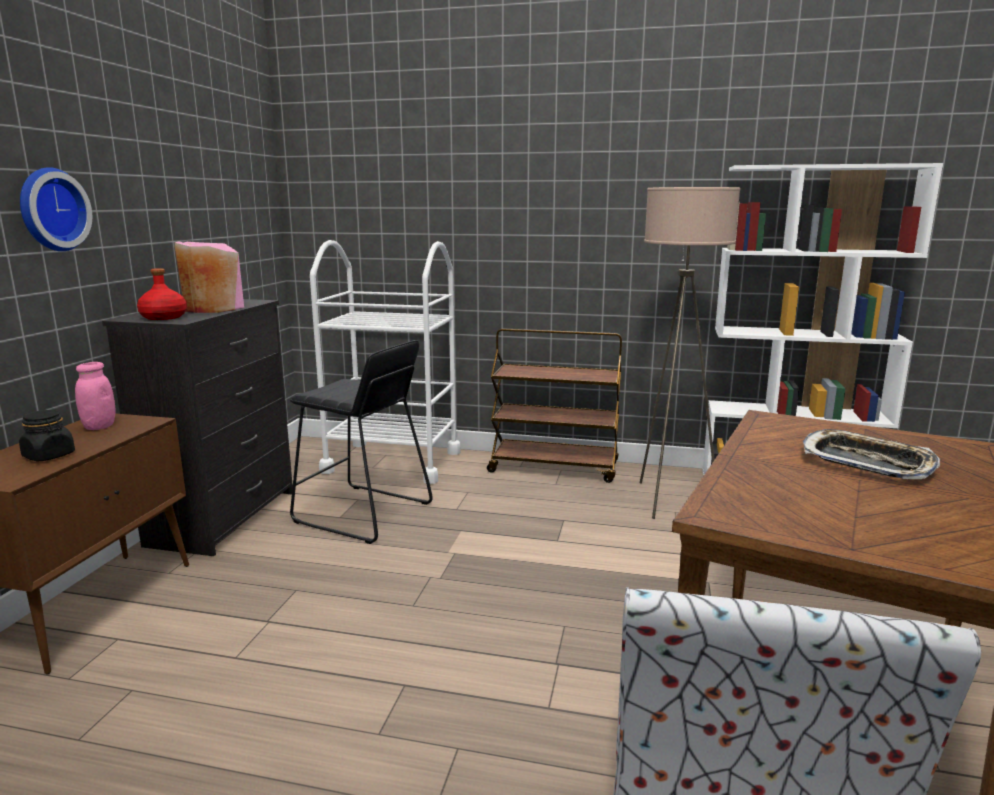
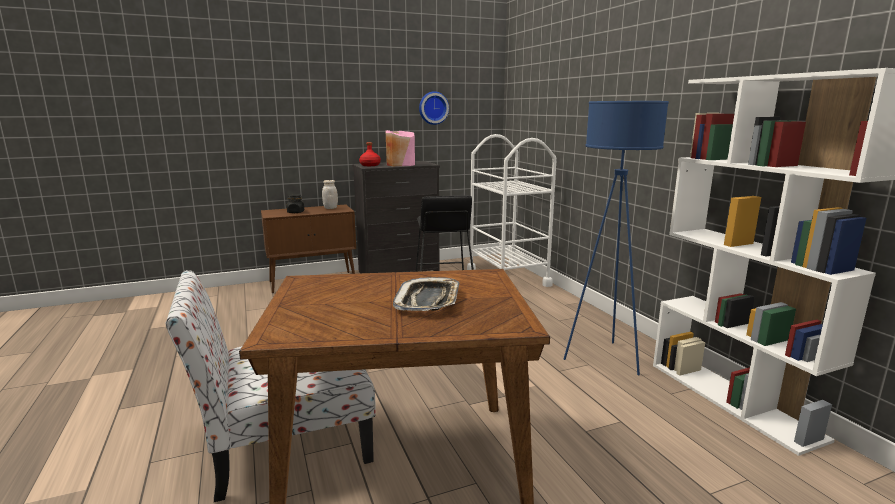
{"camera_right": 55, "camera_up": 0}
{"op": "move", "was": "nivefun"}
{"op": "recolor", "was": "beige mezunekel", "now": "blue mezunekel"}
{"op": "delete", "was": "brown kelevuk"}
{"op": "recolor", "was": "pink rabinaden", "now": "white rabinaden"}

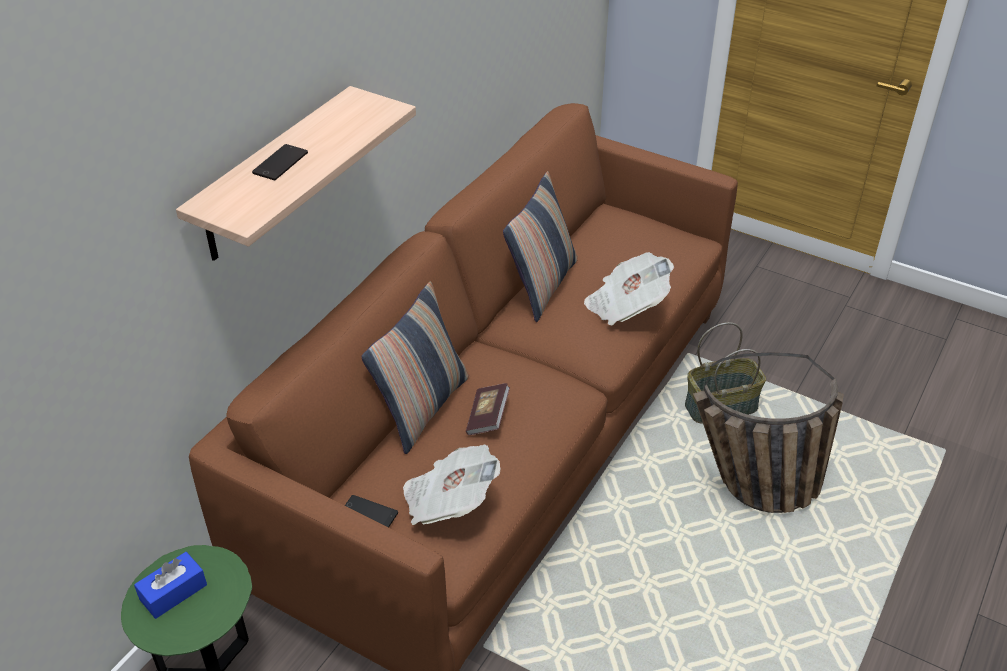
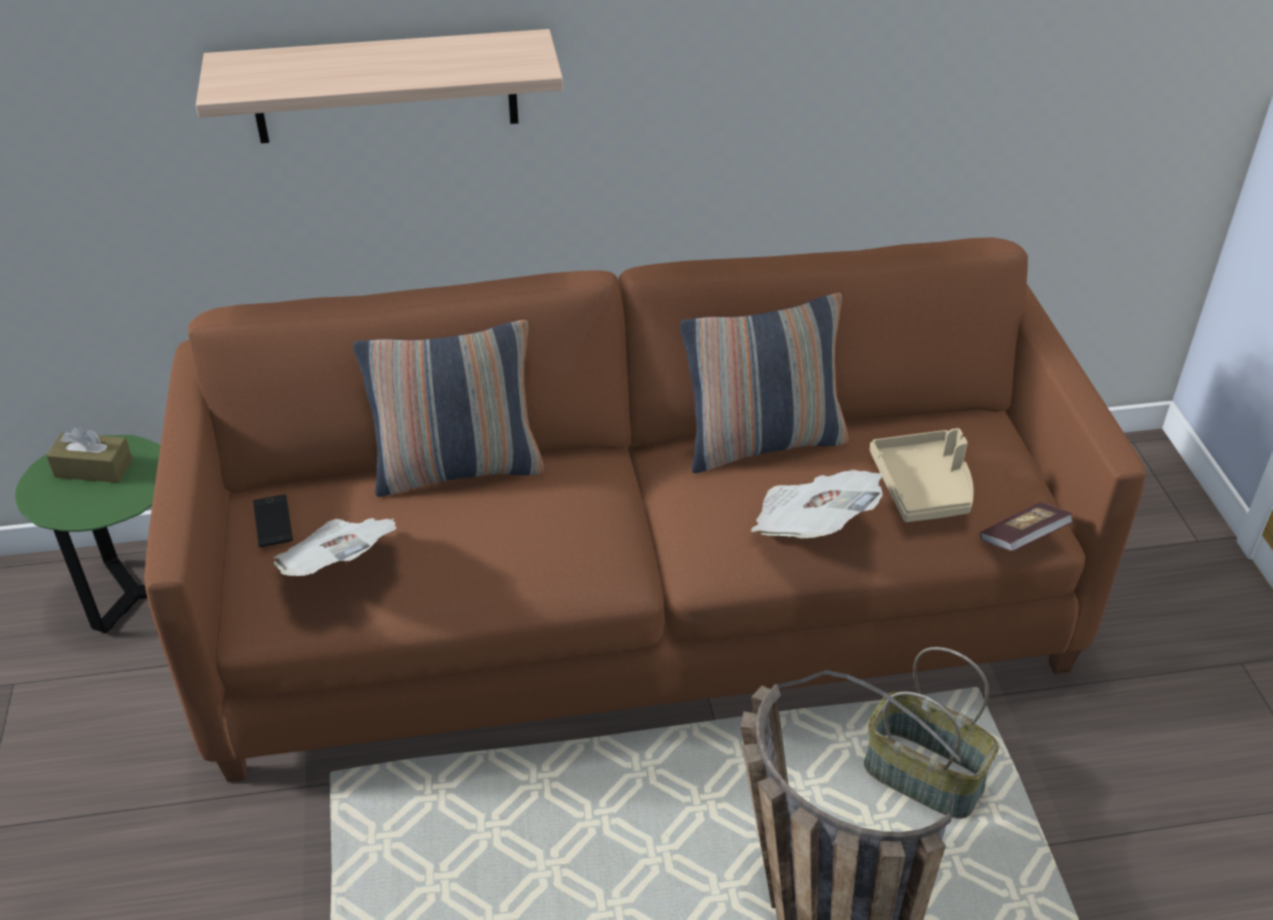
{"camera_right": 50, "camera_up": 0}
{"op": "delete", "was": "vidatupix (1st from left)"}
{"op": "move", "was": "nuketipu"}
{"op": "recolor", "was": "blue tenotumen", "now": "brown tenotumen"}
{"op": "insert", "now": "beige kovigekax"}

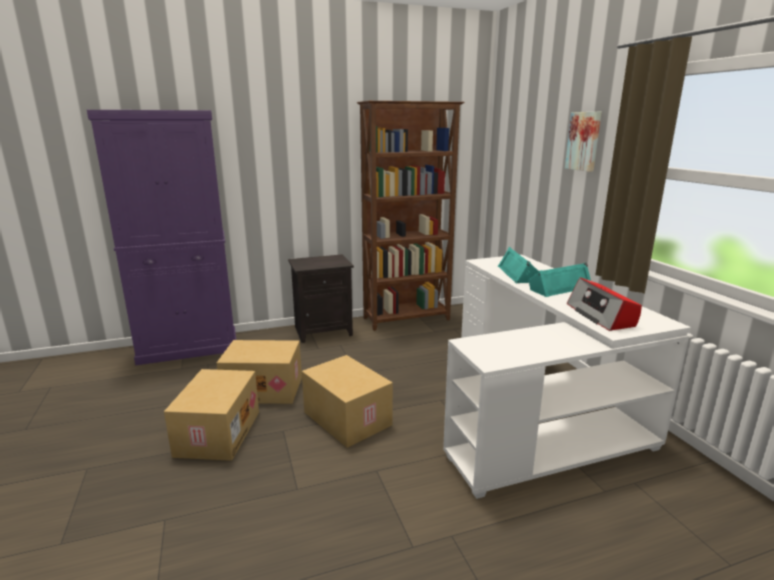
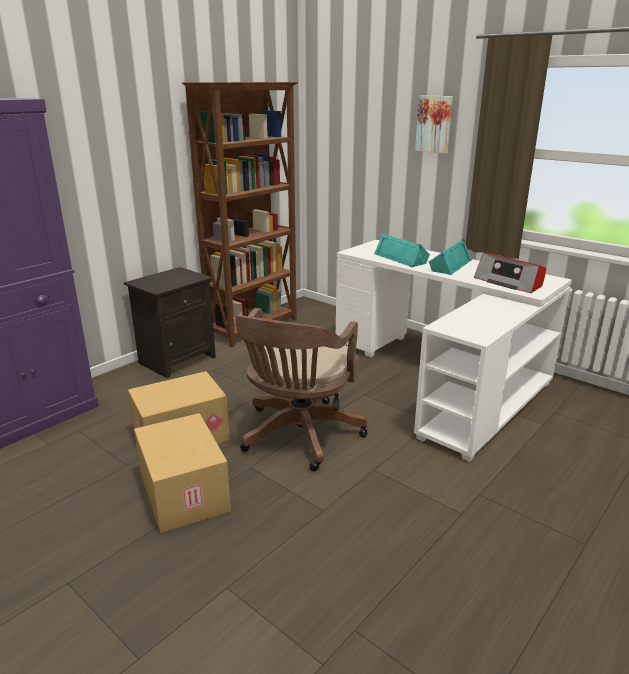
{"camera_right": -30, "camera_up": 5}
{"op": "replace", "was": "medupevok (3rd from left)", "now": "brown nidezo"}

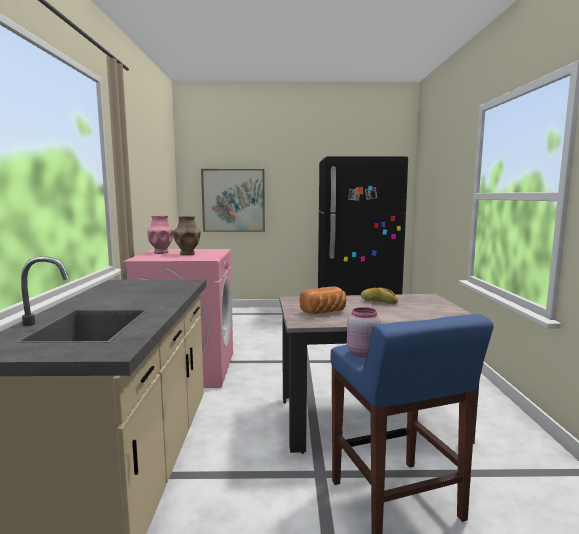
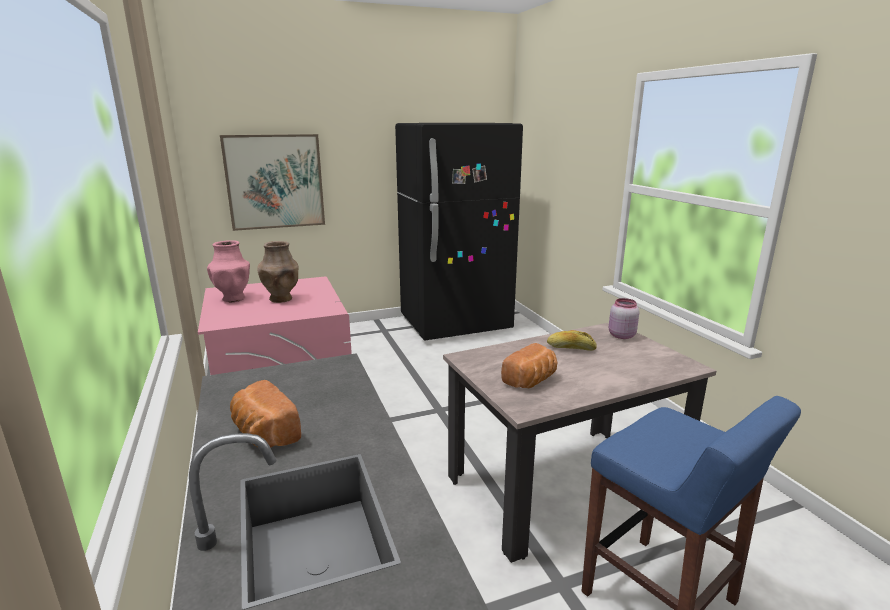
{"camera_right": -20, "camera_up": 10}
{"op": "move", "was": "pink rabinaden"}
{"op": "insert", "now": "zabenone (1st from left)"}

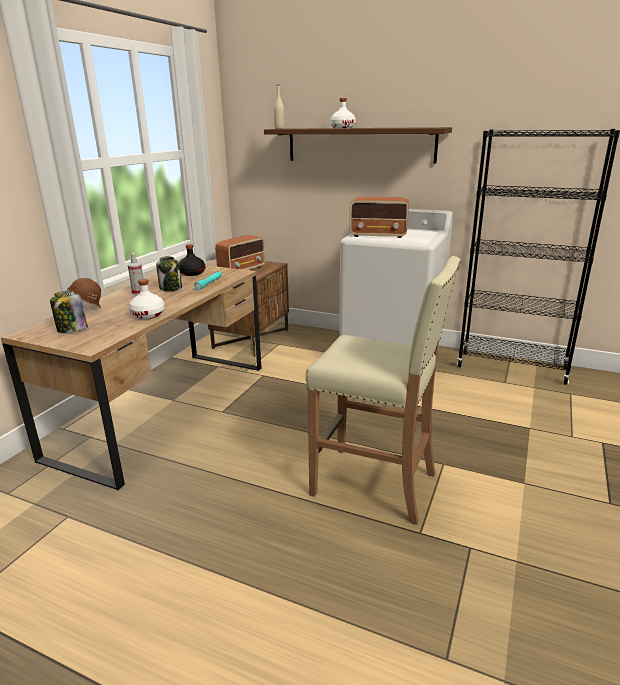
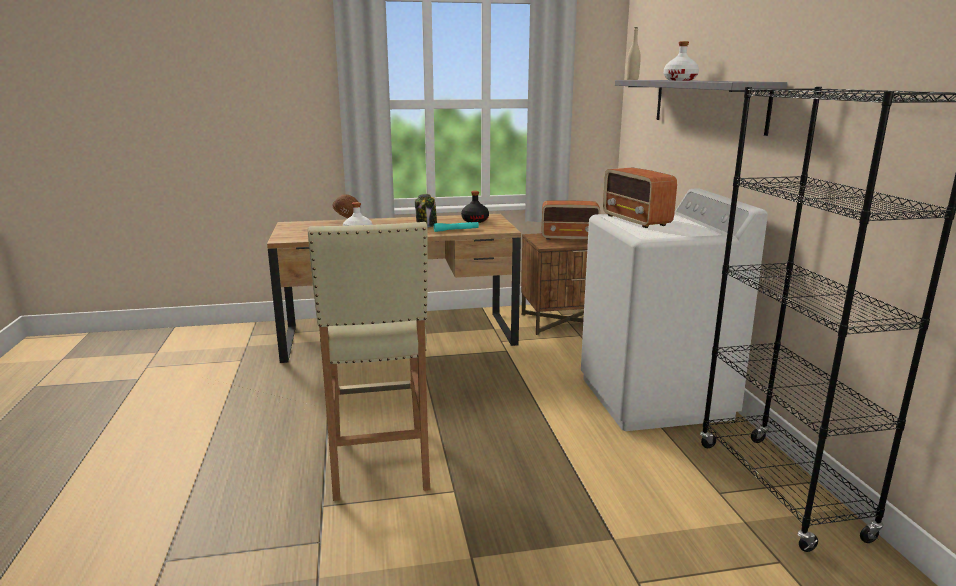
{"camera_right": 55, "camera_up": -5}
{"op": "recolor", "was": "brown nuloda", "now": "grey nuloda"}
{"op": "delete", "was": "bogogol"}
{"op": "delete", "was": "rabinaden (1st from left)"}

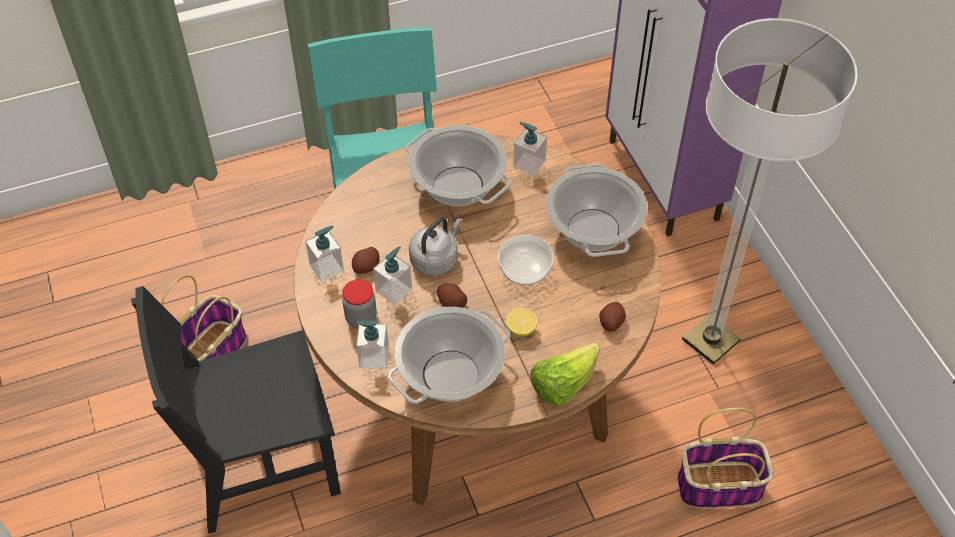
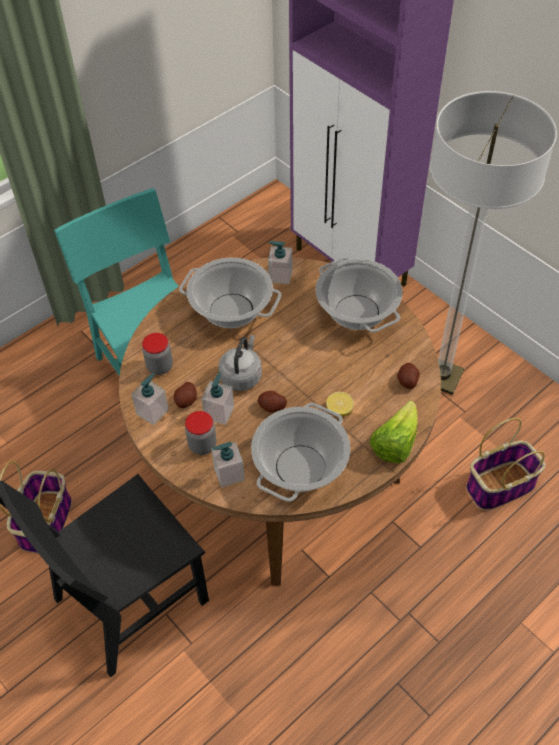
{"camera_right": -20, "camera_up": 0}
{"op": "delete", "was": "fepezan"}
{"op": "insert", "now": "rabinaden (1st from left)"}

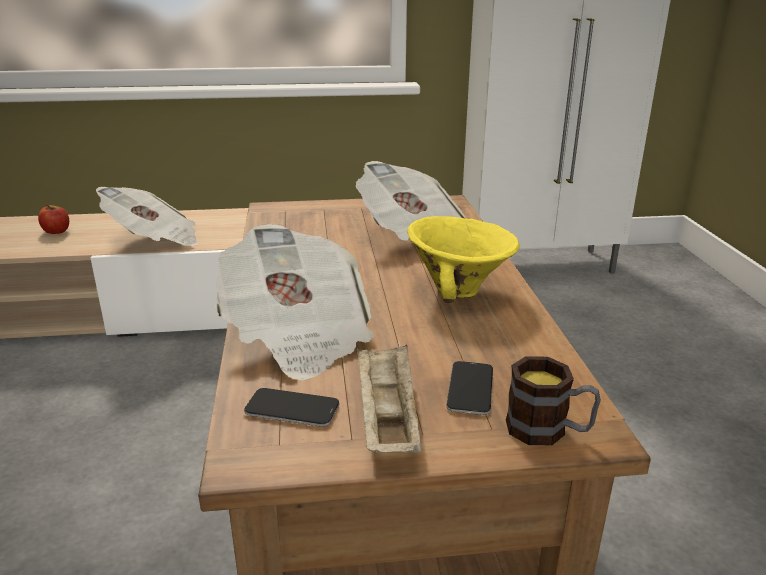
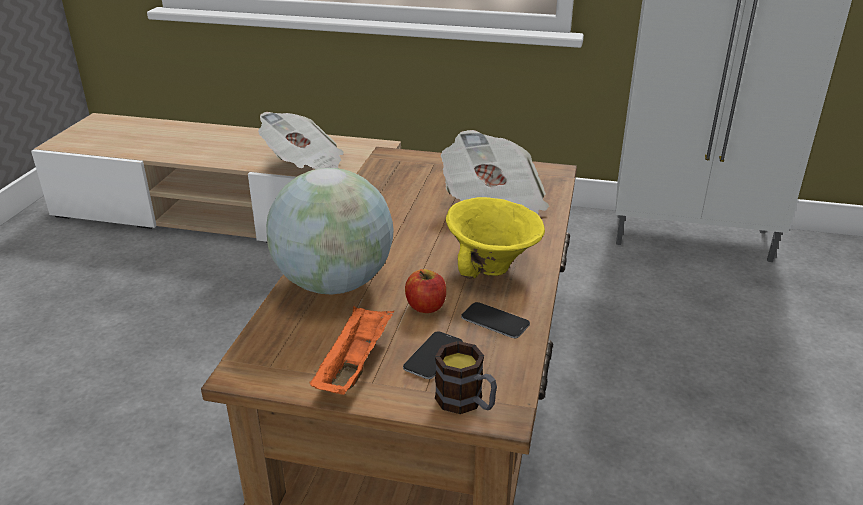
{"camera_right": 20, "camera_up": 5}
{"op": "move", "was": "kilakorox"}
{"op": "replace", "was": "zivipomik (2nd from left)", "now": "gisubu"}
{"op": "recolor", "was": "beige kovigekax", "now": "orange kovigekax"}
{"op": "move", "was": "vidatupix (1st from left in the first image)", "now": "vidatupix (2nd from left)"}

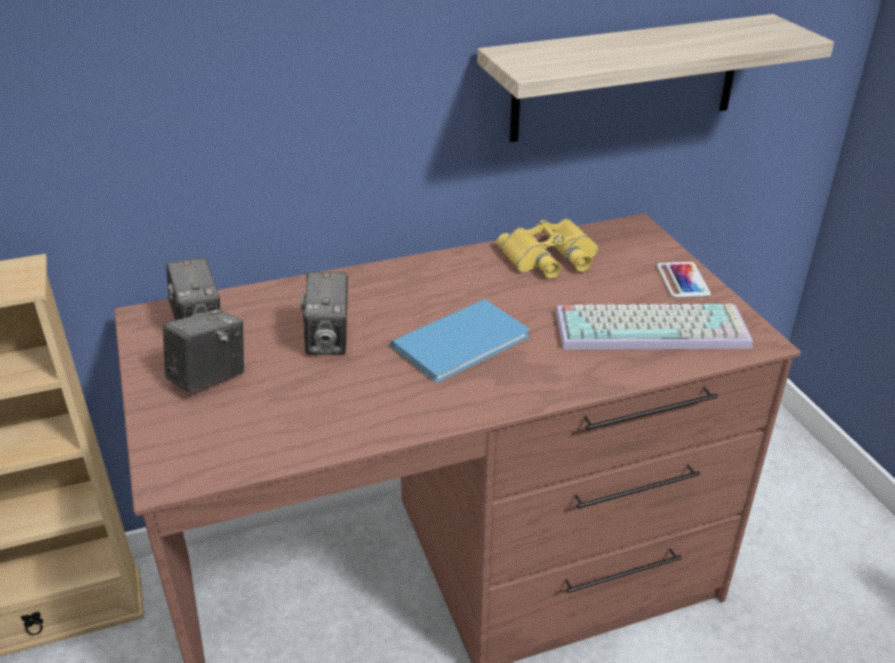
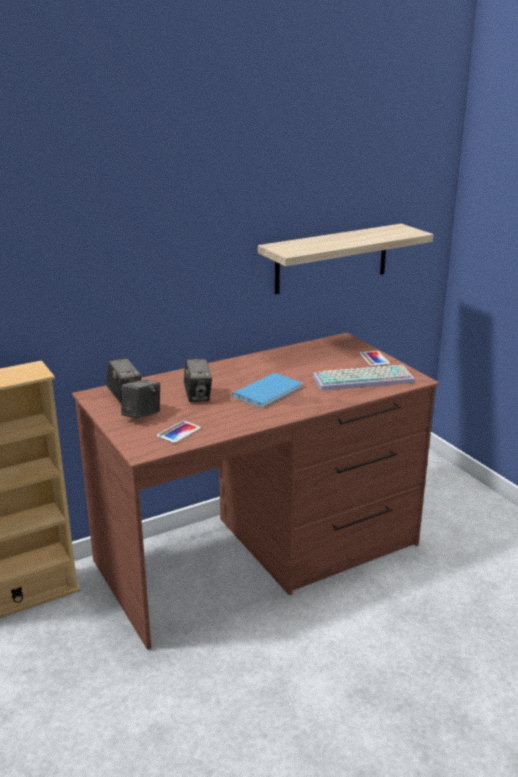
{"camera_right": -10, "camera_up": -10}
{"op": "delete", "was": "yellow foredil"}
{"op": "insert", "now": "vidatupix (1st from left)"}

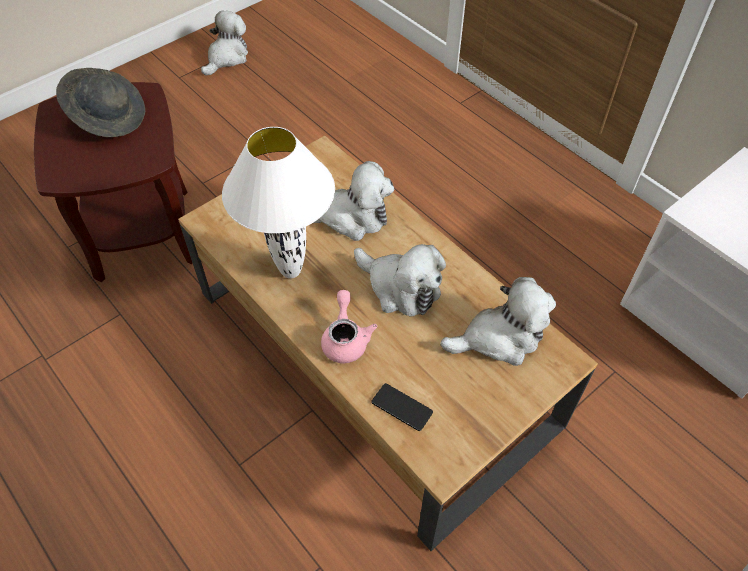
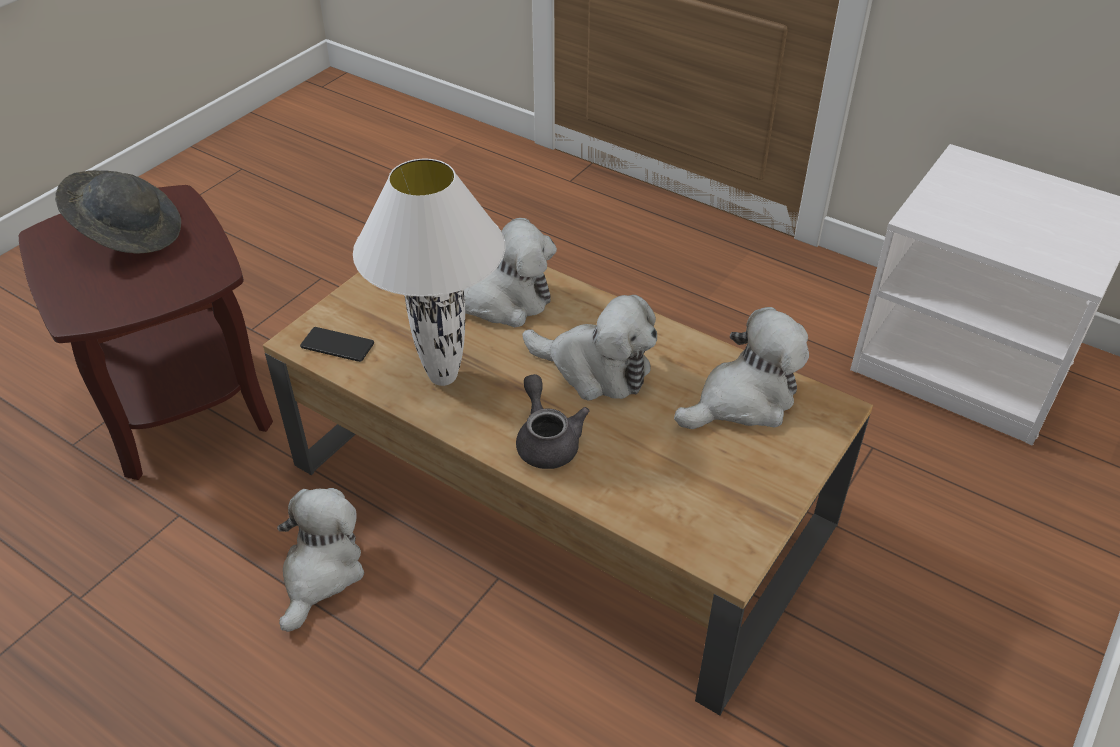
{"camera_right": -15, "camera_up": -10}
{"op": "move", "was": "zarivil (1st from left)"}
{"op": "recolor", "was": "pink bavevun", "now": "grey bavevun"}
{"op": "move", "was": "vidatupix"}

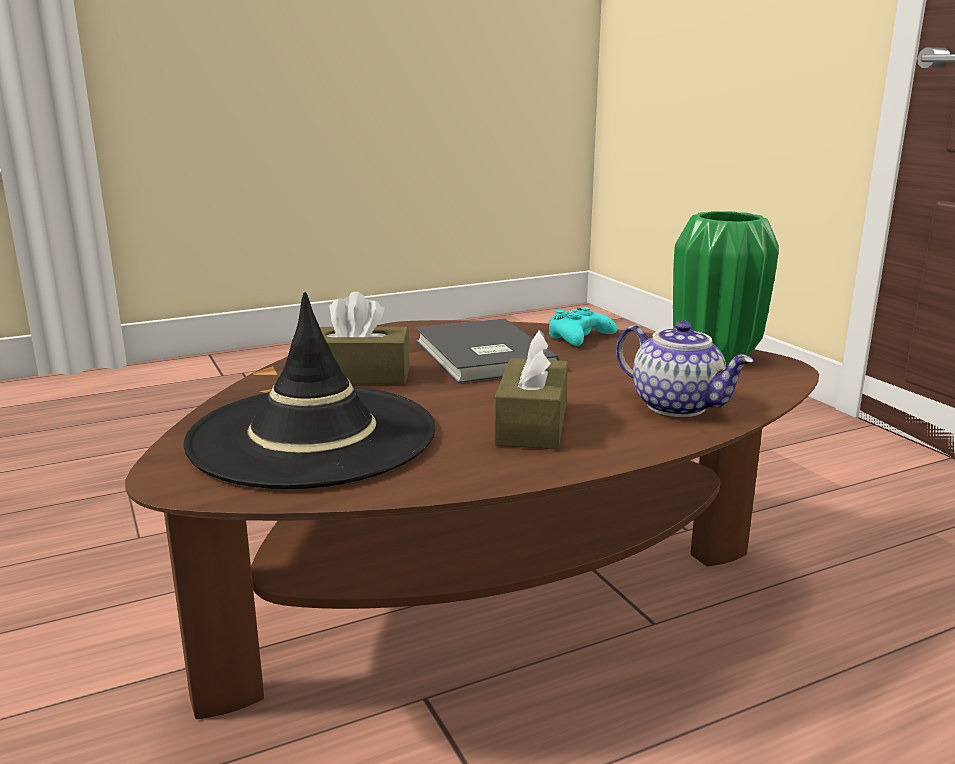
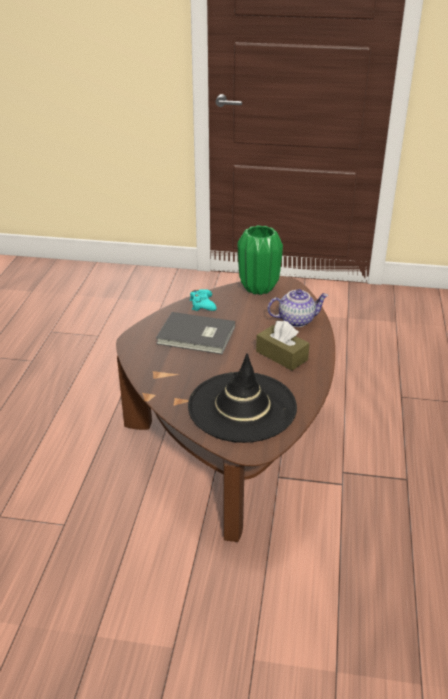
{"camera_right": -55, "camera_up": 15}
{"op": "delete", "was": "brown tenotumen (1st from left)"}

